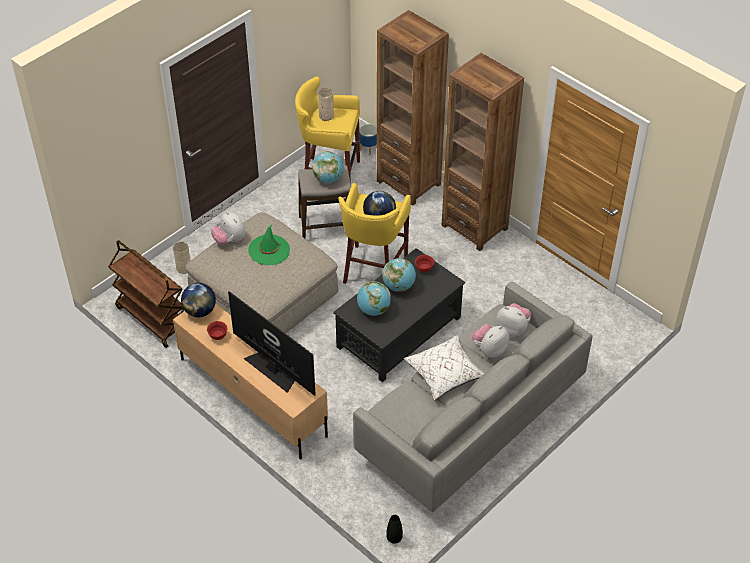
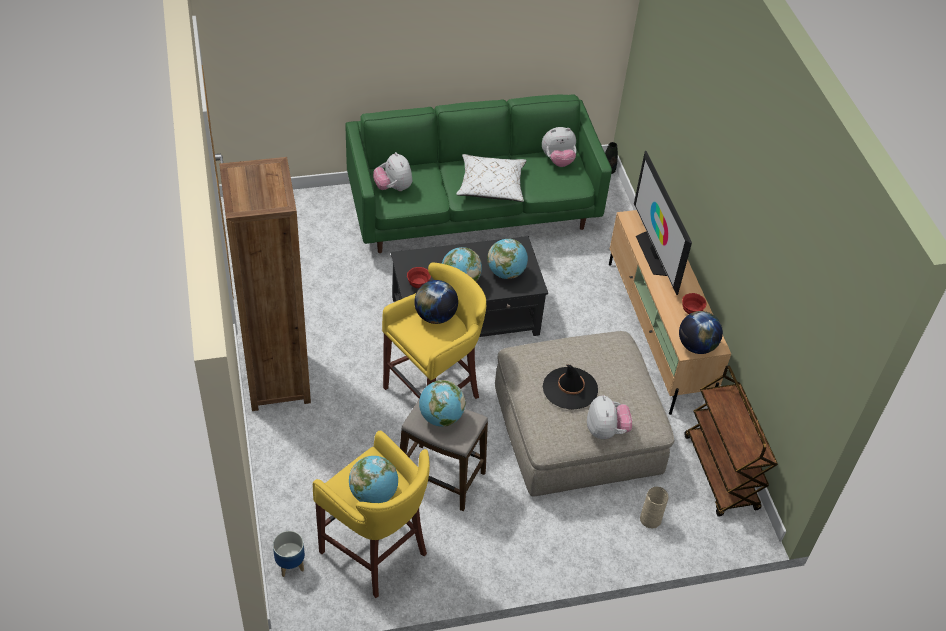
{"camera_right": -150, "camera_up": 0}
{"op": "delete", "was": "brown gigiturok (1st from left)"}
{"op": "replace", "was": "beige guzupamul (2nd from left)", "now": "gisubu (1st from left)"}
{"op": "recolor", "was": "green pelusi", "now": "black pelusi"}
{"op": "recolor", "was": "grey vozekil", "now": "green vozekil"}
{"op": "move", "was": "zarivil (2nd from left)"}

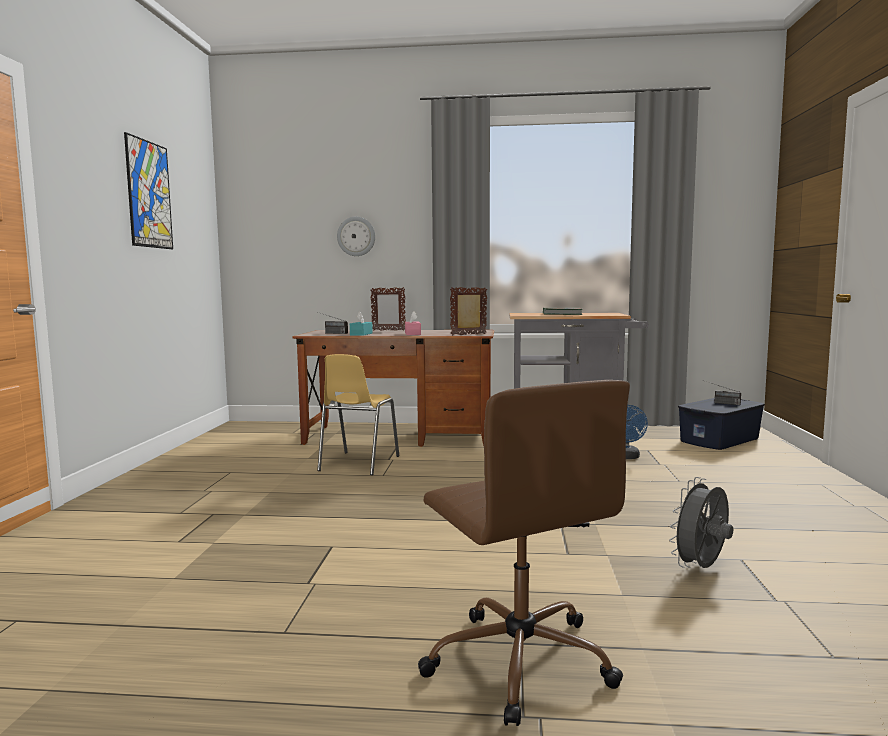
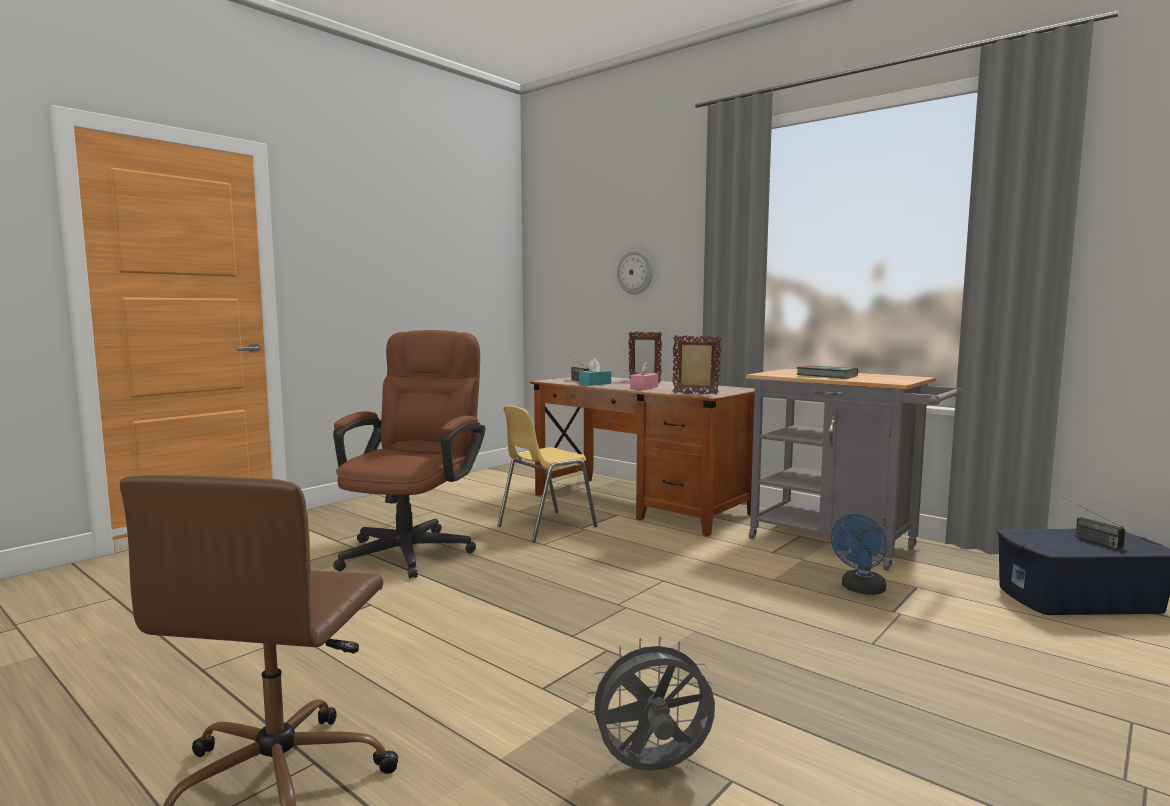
{"camera_right": 35, "camera_up": 0}
{"op": "delete", "was": "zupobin"}
{"op": "insert", "now": "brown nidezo (2nd from left)"}

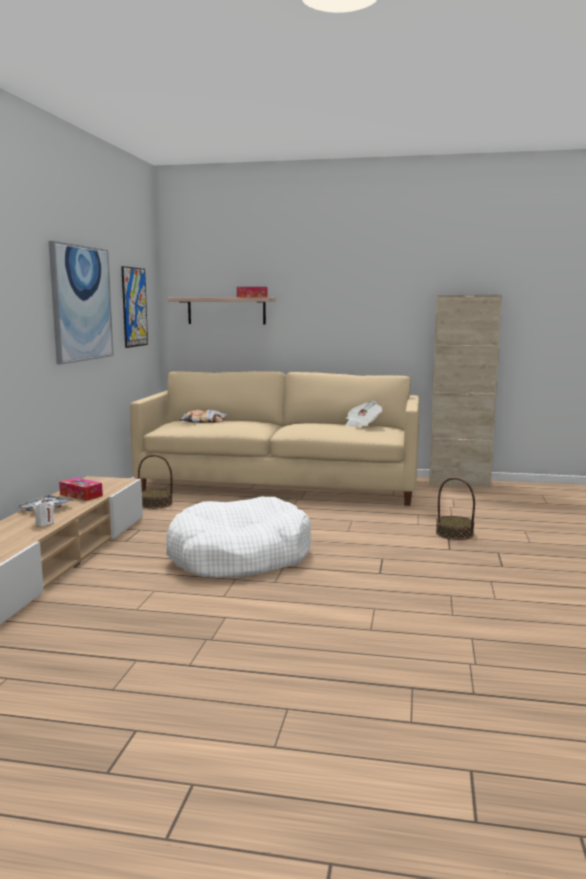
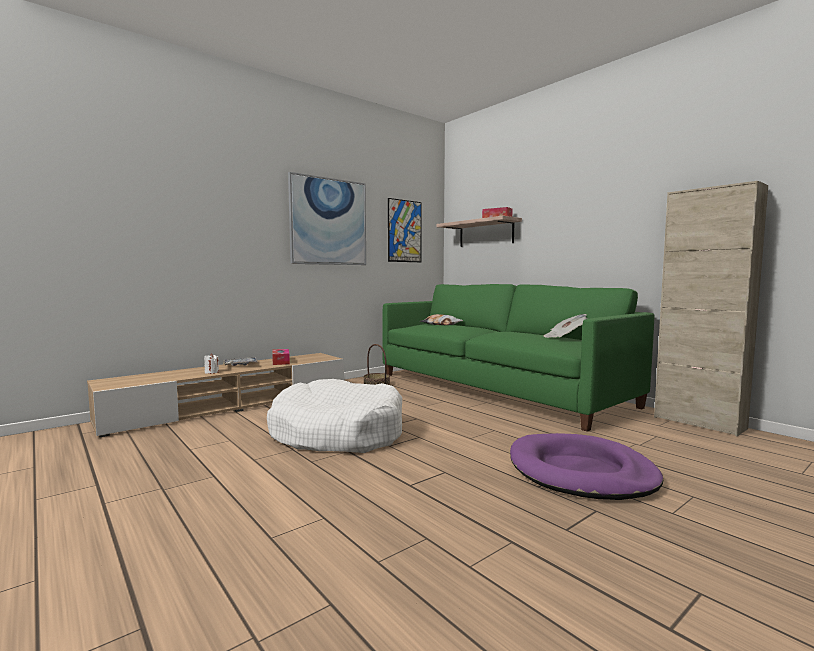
{"camera_right": 40, "camera_up": -5}
{"op": "recolor", "was": "beige vozekil", "now": "green vozekil"}
{"op": "replace", "was": "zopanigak (2nd from left)", "now": "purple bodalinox"}

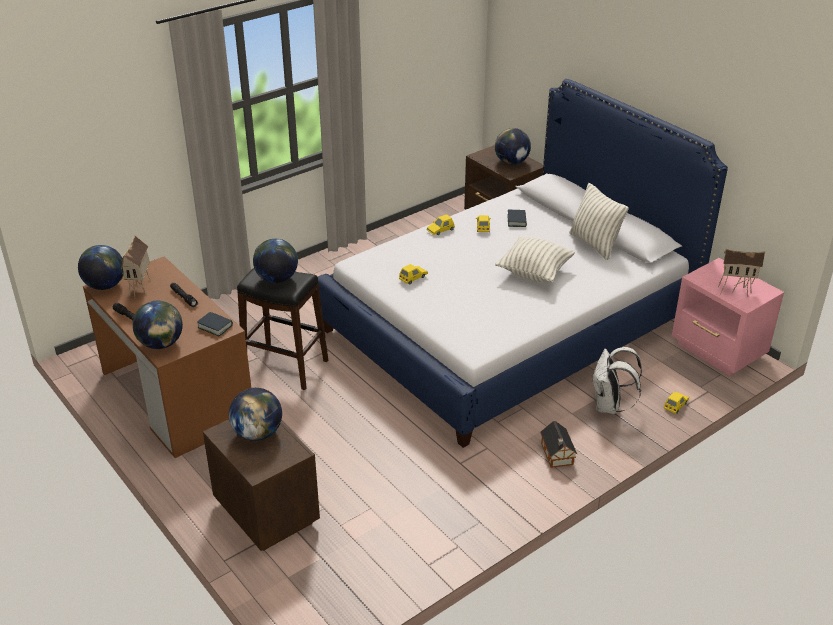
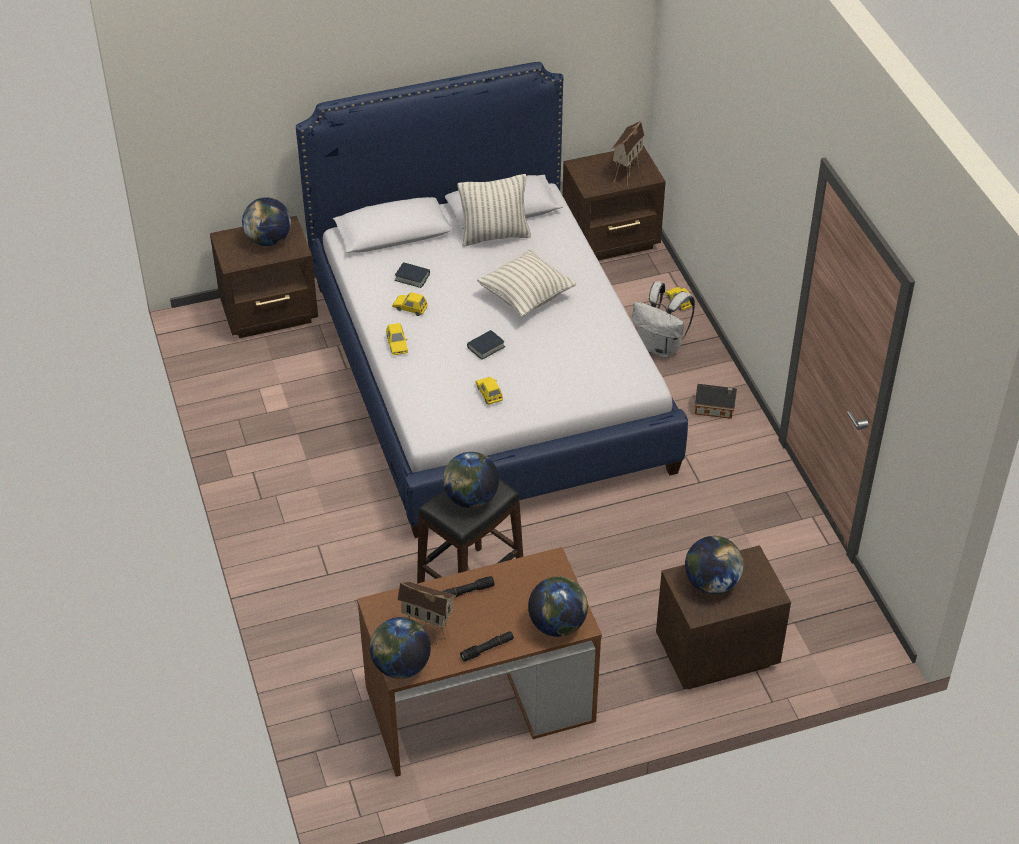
{"camera_right": -70, "camera_up": 10}
{"op": "recolor", "was": "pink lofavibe", "now": "brown lofavibe (2nd from left)"}
{"op": "move", "was": "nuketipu (1st from left in the first image)", "now": "nuketipu (2nd from left)"}

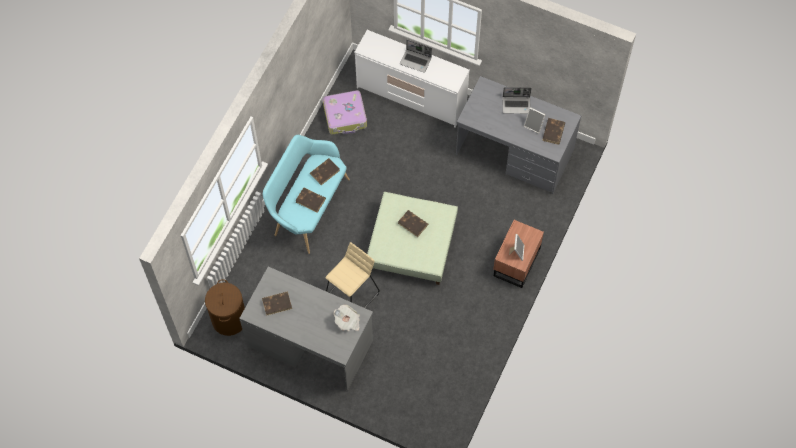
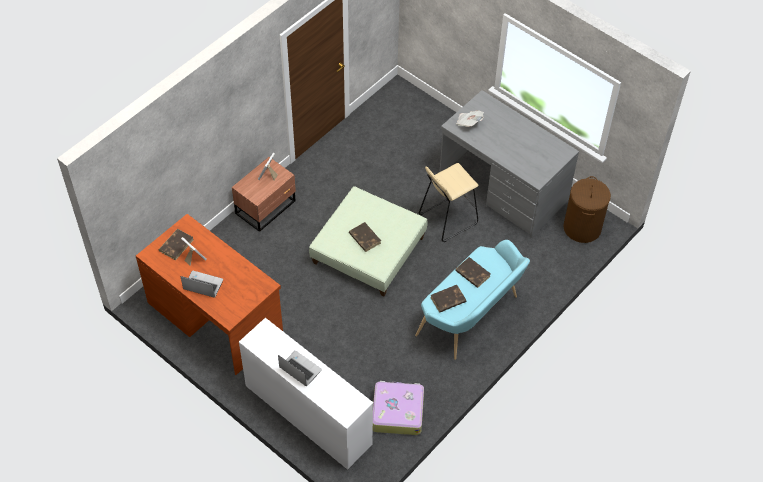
{"camera_right": -165, "camera_up": -10}
{"op": "recolor", "was": "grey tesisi (2nd from left)", "now": "brown tesisi"}
{"op": "delete", "was": "brown nuketipu (1st from left)"}

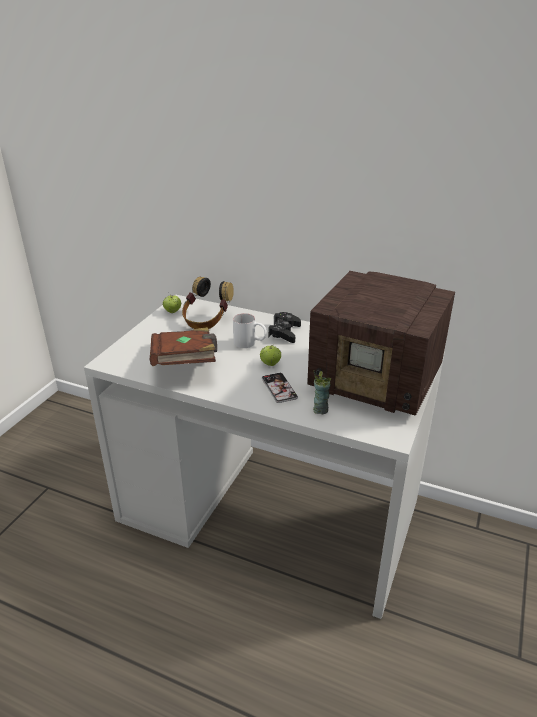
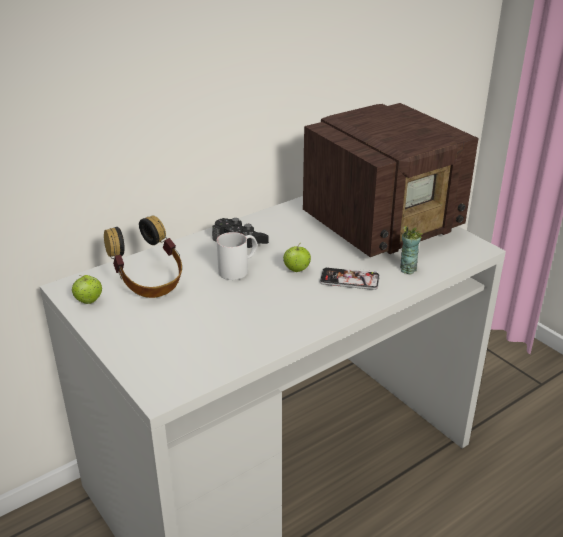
{"camera_right": -60, "camera_up": 0}
{"op": "delete", "was": "brown nuketipu"}

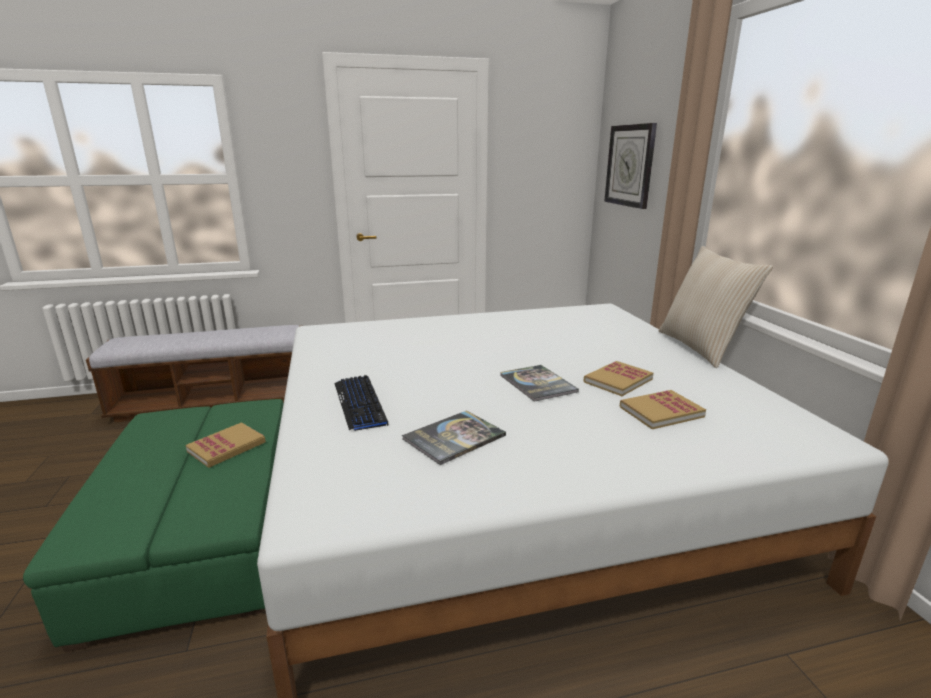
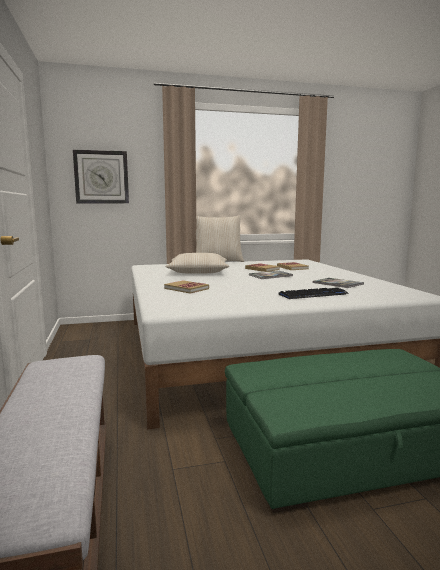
{"camera_right": -90, "camera_up": -10}
{"op": "move", "was": "nuketipu (1st from left)"}
{"op": "insert", "now": "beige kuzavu (1st from left)"}

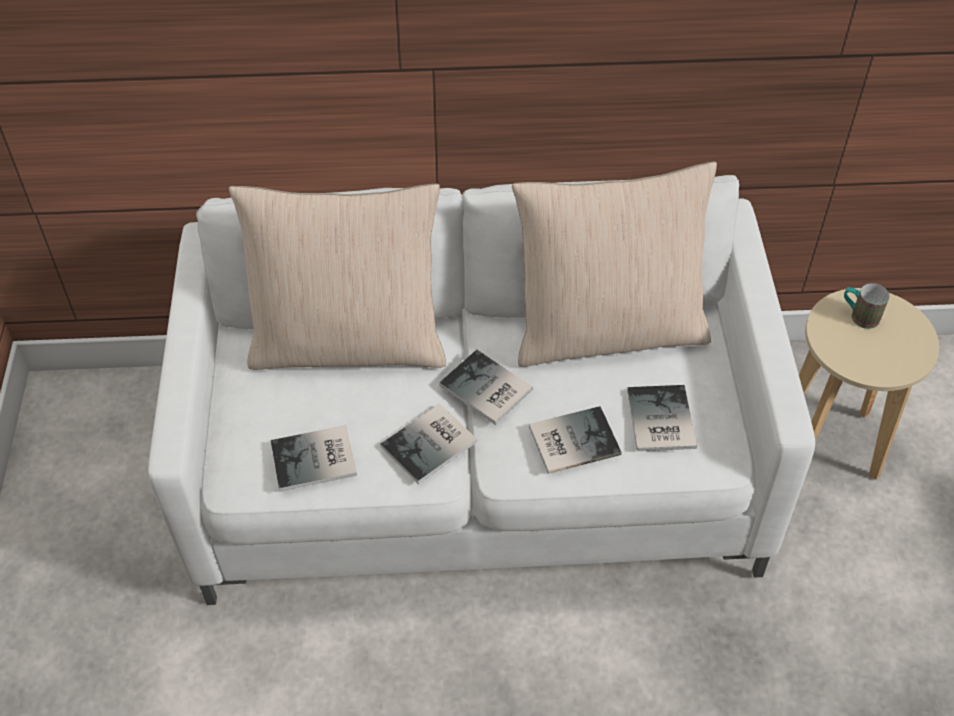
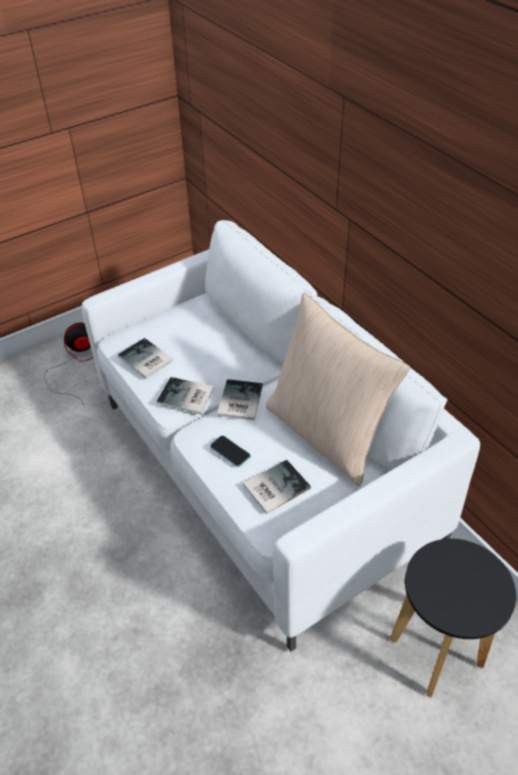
{"camera_right": 60, "camera_up": -5}
{"op": "delete", "was": "beige kuzavu (1st from left)"}
{"op": "delete", "was": "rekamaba"}
{"op": "recolor", "was": "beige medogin", "now": "black medogin"}
{"op": "replace", "was": "nuketipu (4th from left)", "now": "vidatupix"}
{"op": "insert", "now": "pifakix"}

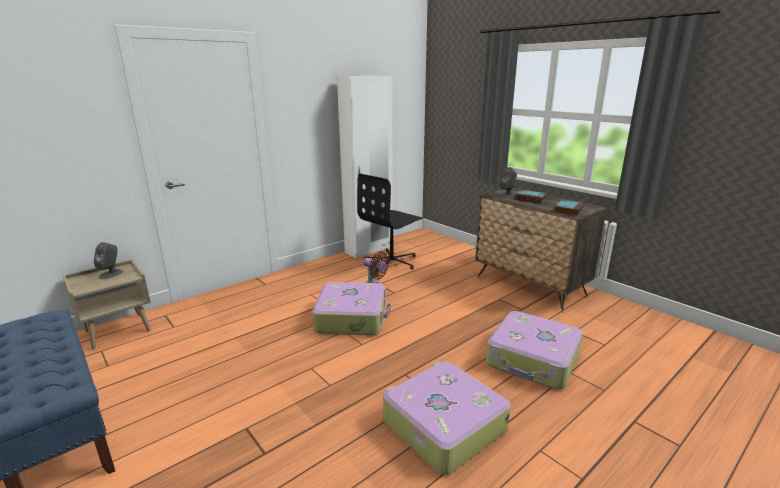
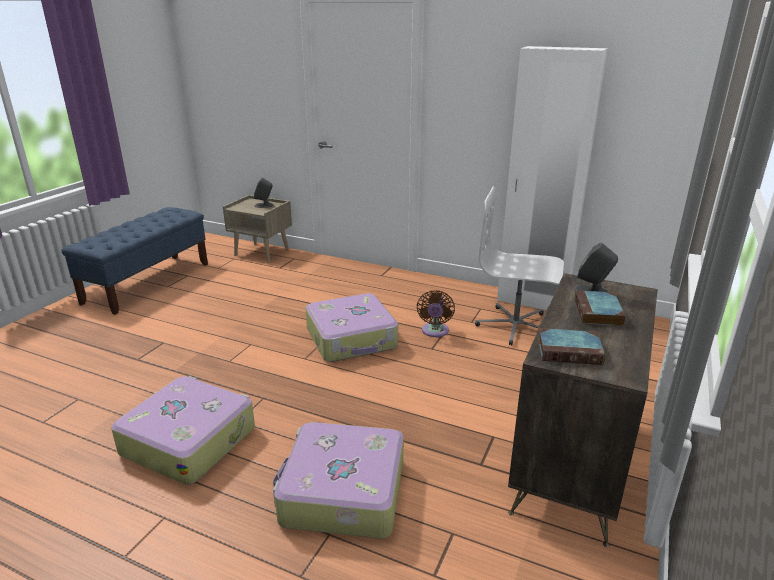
{"camera_right": 65, "camera_up": 5}
{"op": "recolor", "was": "black nidezo", "now": "white nidezo"}

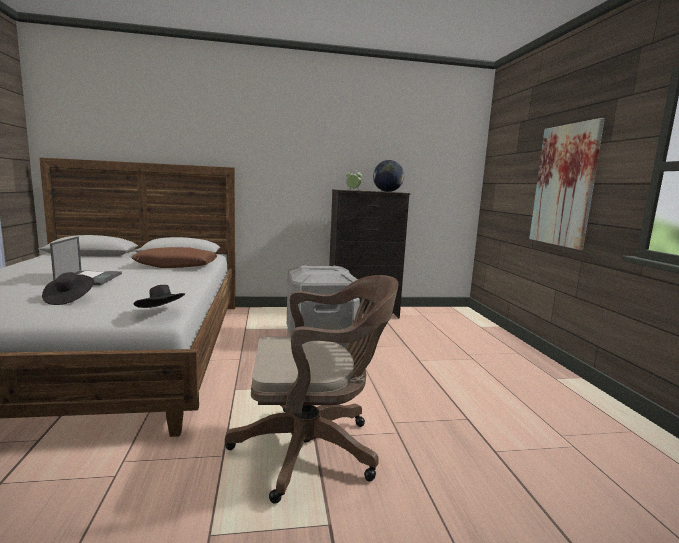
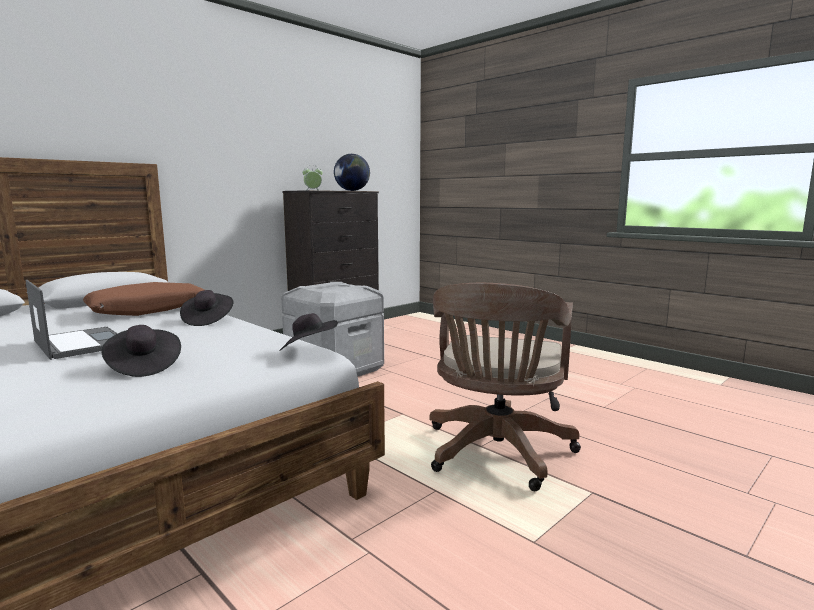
{"camera_right": -35, "camera_up": 0}
{"op": "delete", "was": "zupobin"}
{"op": "rotate", "was": "brown nidezo", "clockwise": 150}
{"op": "insert", "now": "black pelusi (2nd from left)"}

